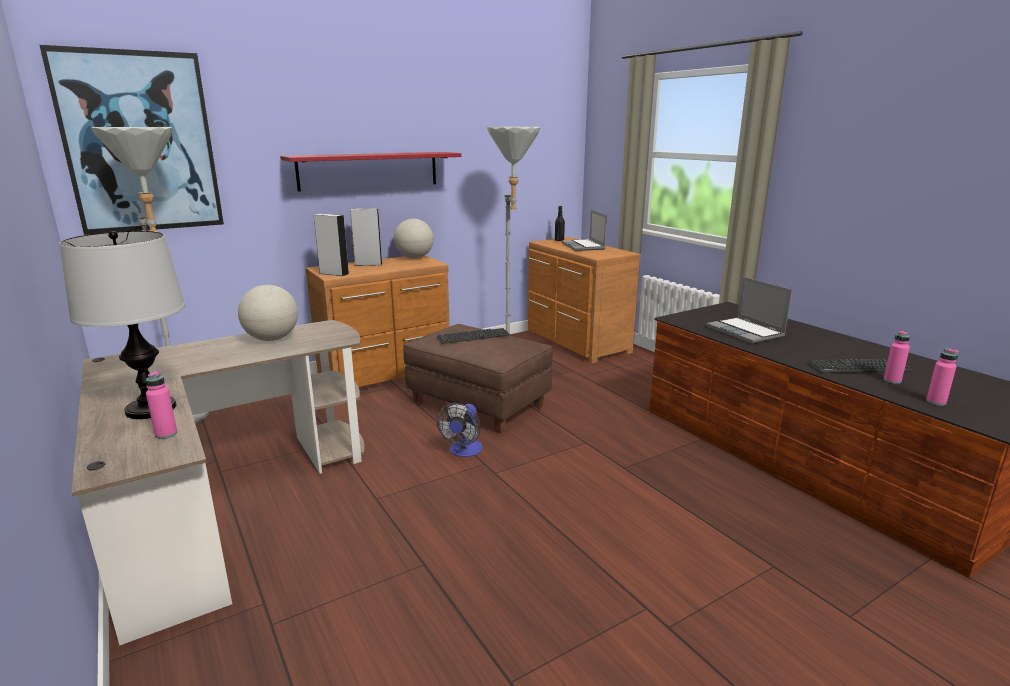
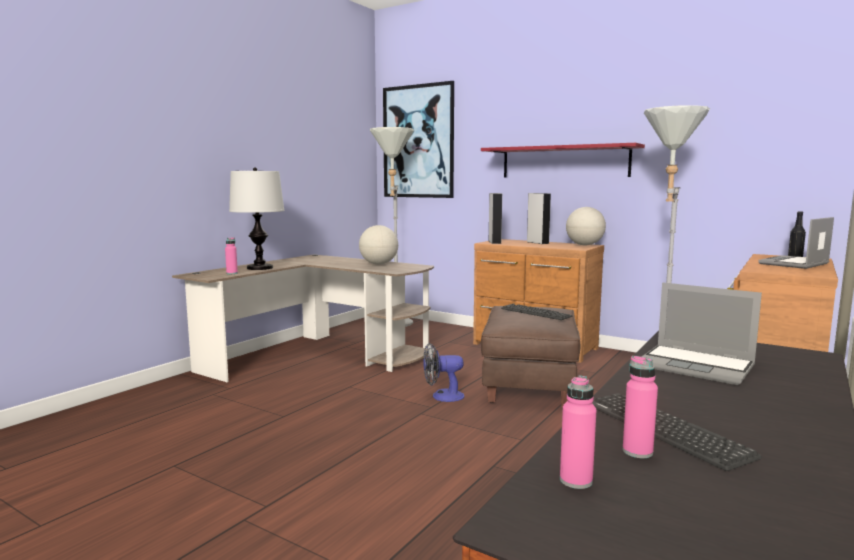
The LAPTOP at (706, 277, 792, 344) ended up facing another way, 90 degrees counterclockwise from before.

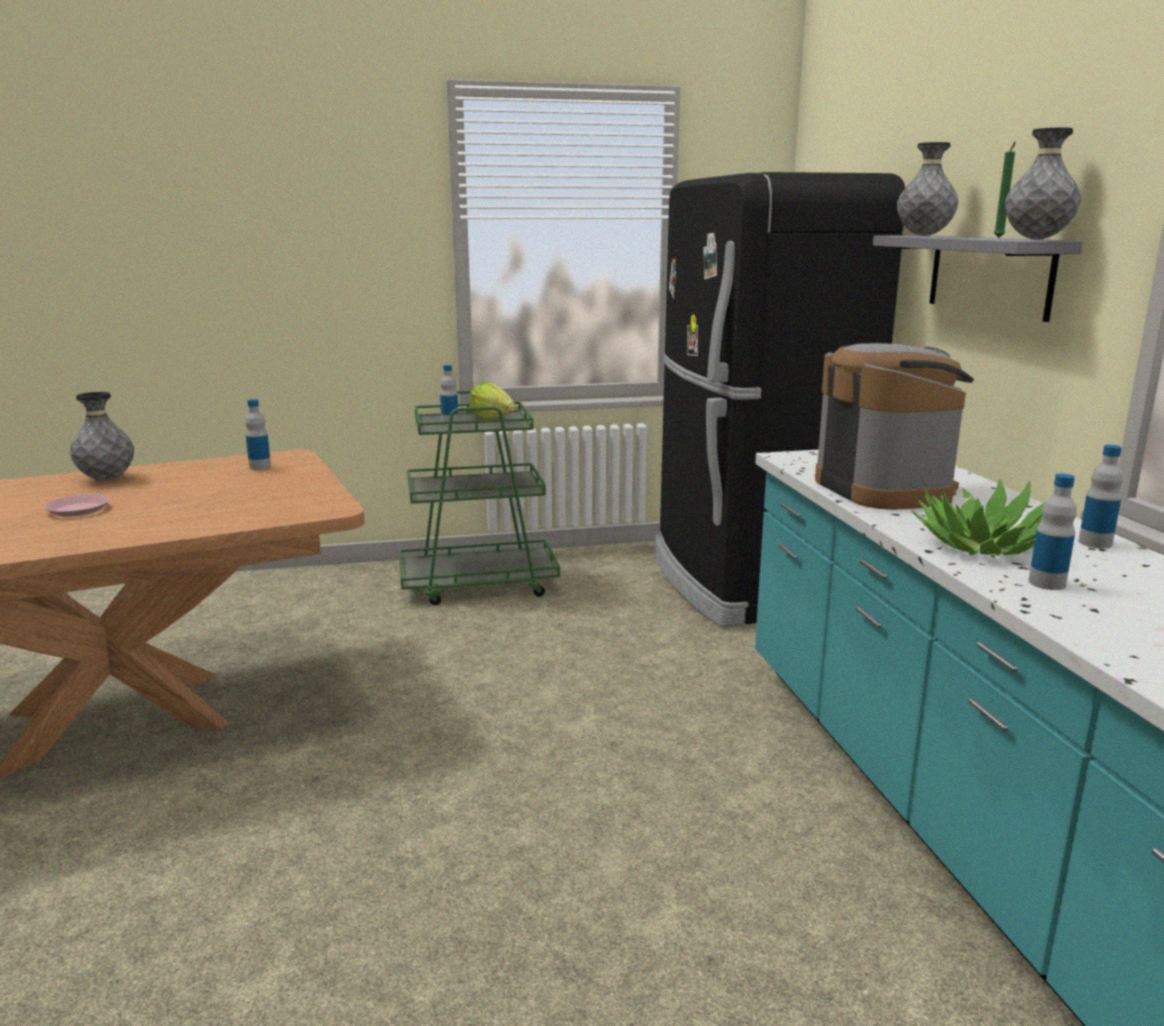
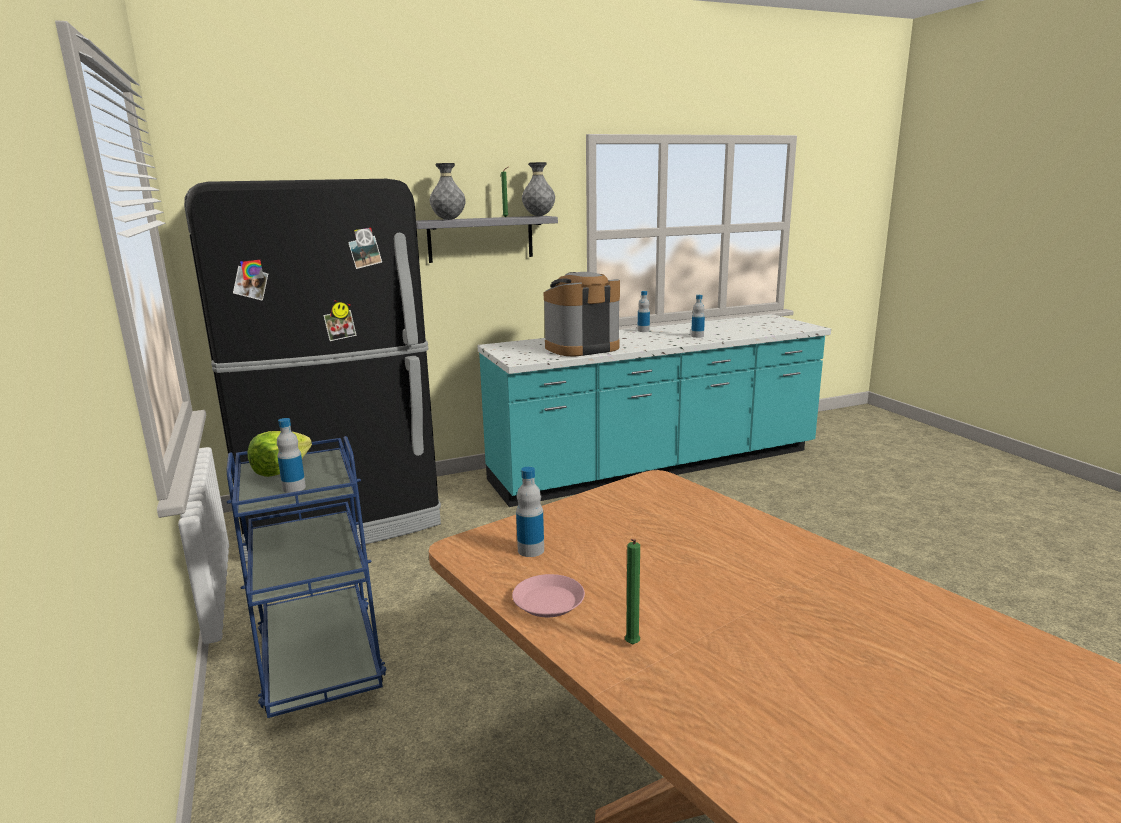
The PINK PLATE ended up elsewhere, having gone from (44, 494, 110, 517) to (512, 574, 585, 617).
Where the GREY VASE stood at (70, 392, 134, 481), the GREEN CANDLE came to stand at (625, 539, 640, 645).
What was the GREEN CART at (399, 390, 560, 605) turned into the BLUE CART at (227, 436, 386, 718).
The second view lost the POTTED PLANT at (911, 479, 1053, 556).

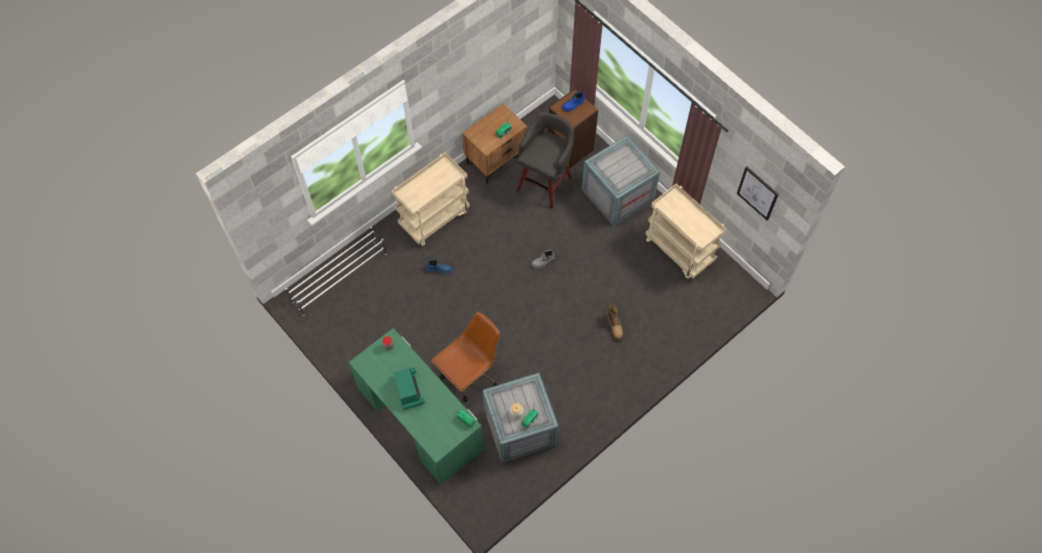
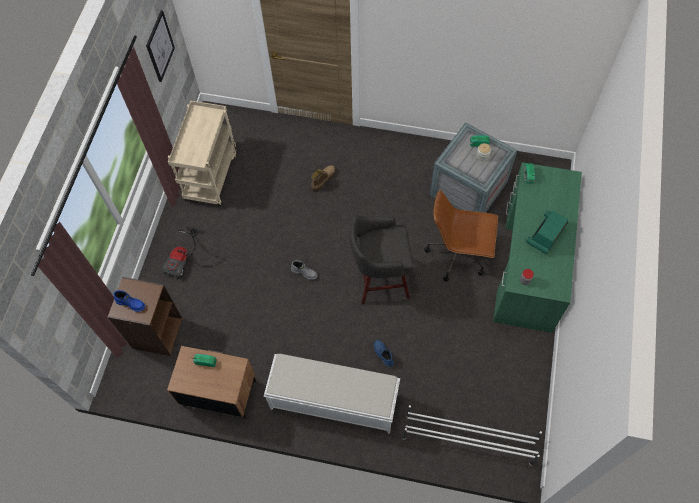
Where the BEIGE CART stood at (392, 152, 470, 248), the WHITE BENCH came to stand at (264, 354, 400, 434).
The GREY STOOL ended up elsewhere, having gone from (516, 112, 574, 209) to (350, 215, 414, 304).
Where the CRATE stood at (582, 135, 660, 226), the VACUUM CLEANER came to stand at (162, 226, 205, 279).

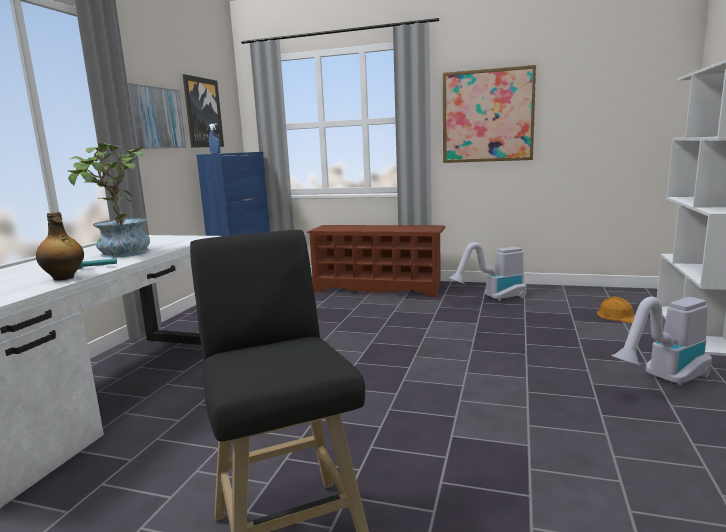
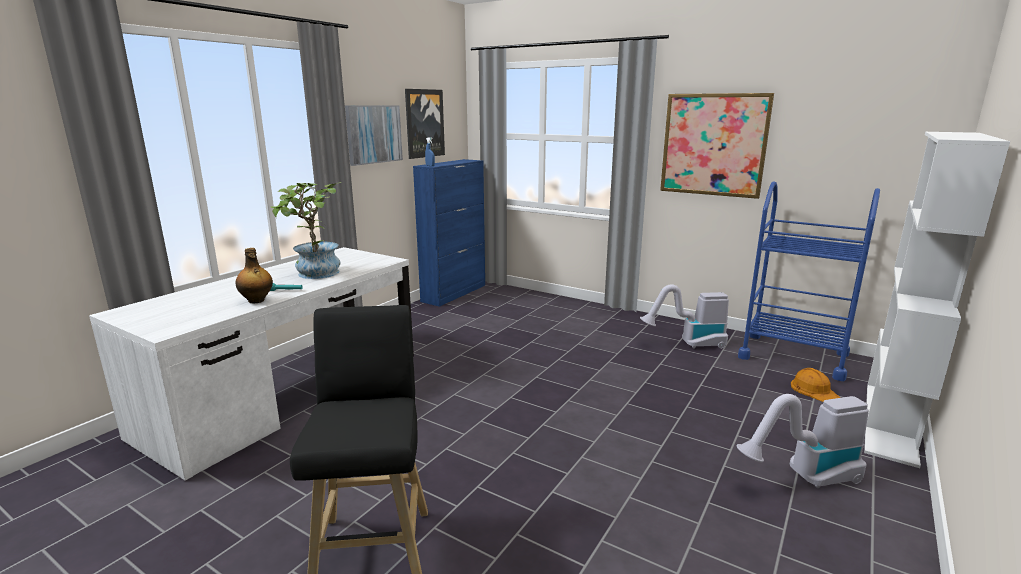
The second view lost the BROWN SHOE RACK at (307, 225, 446, 297).
The second view gained the BLUE CART at (738, 182, 880, 381).

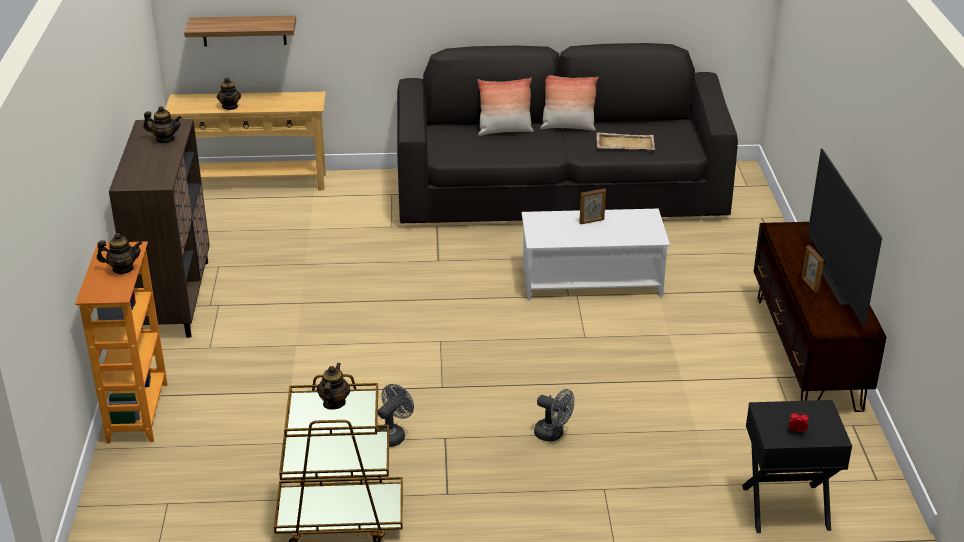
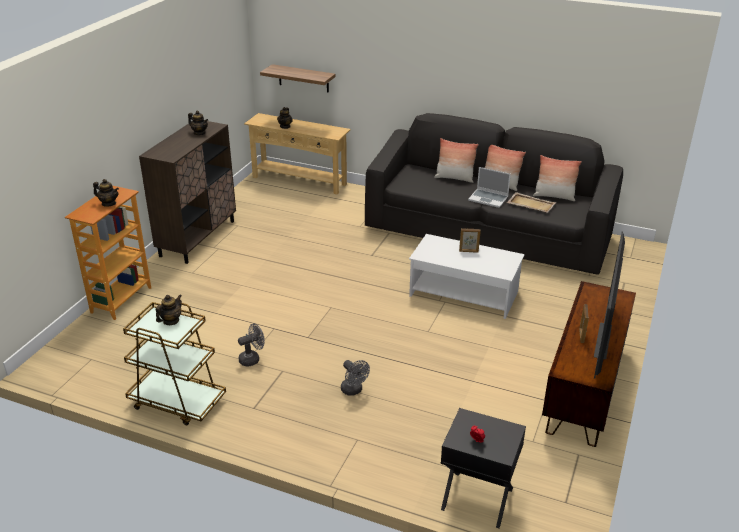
The second view gained the LAPTOP at (468, 167, 511, 208).
The second view gained the PILLOW at (533, 155, 582, 201).

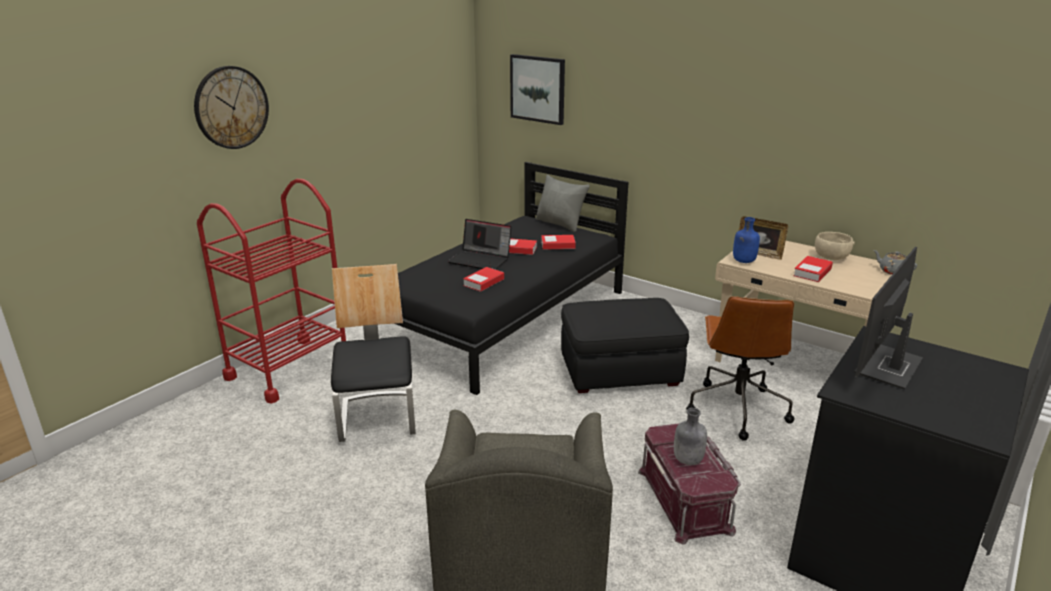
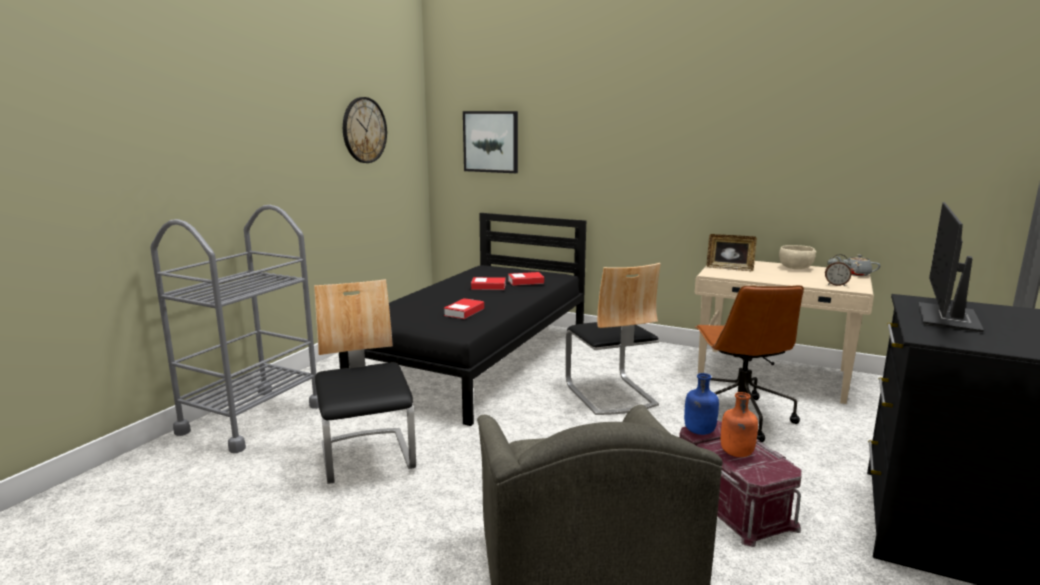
The WALL CLOCK ended up elsewhere, having gone from (194, 66, 269, 149) to (343, 97, 387, 163).
What was the RED CART at (197, 179, 346, 404) turned into the GREY CART at (150, 205, 319, 453).
The second view lost the LAPTOP at (448, 219, 512, 269).
The second view lost the GREY PILLOW at (536, 175, 590, 232).
Where the BLACK OTTOMAN stood at (561, 298, 689, 393), the CHAIR came to stand at (565, 263, 661, 415).
What was the GREY BOTTLE at (674, 408, 707, 465) turned into the ORANGE BOTTLE at (721, 392, 758, 457).
The BLUE BOTTLE ended up elsewhere, having gone from (733, 217, 760, 263) to (684, 373, 719, 435).
The second view lost the BOOK at (793, 256, 833, 282).
The second view gained the ALARM CLOCK at (825, 254, 851, 286).

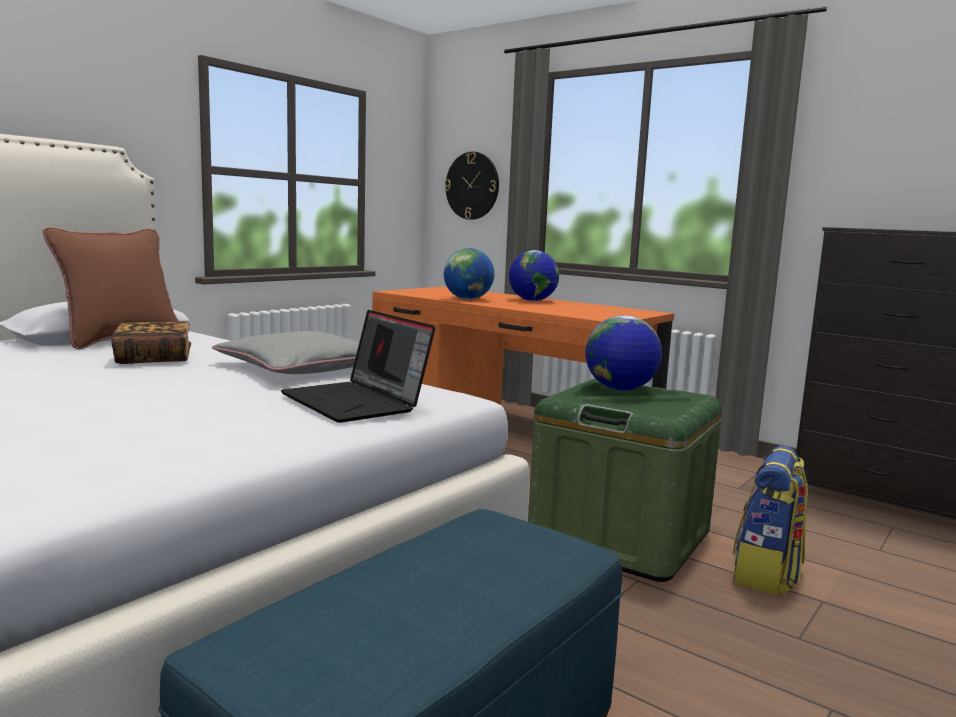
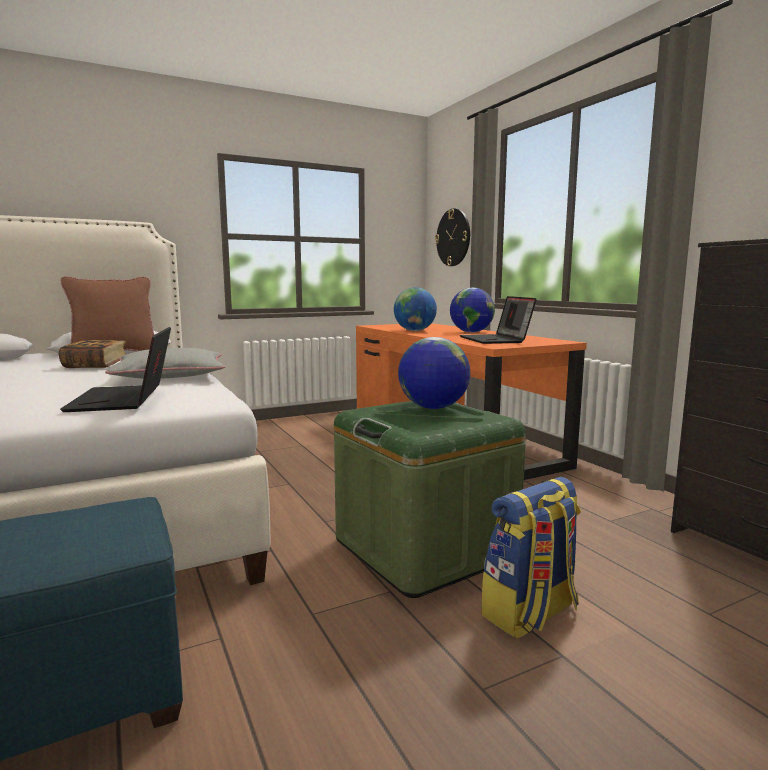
The second view gained the LAPTOP at (460, 296, 537, 344).

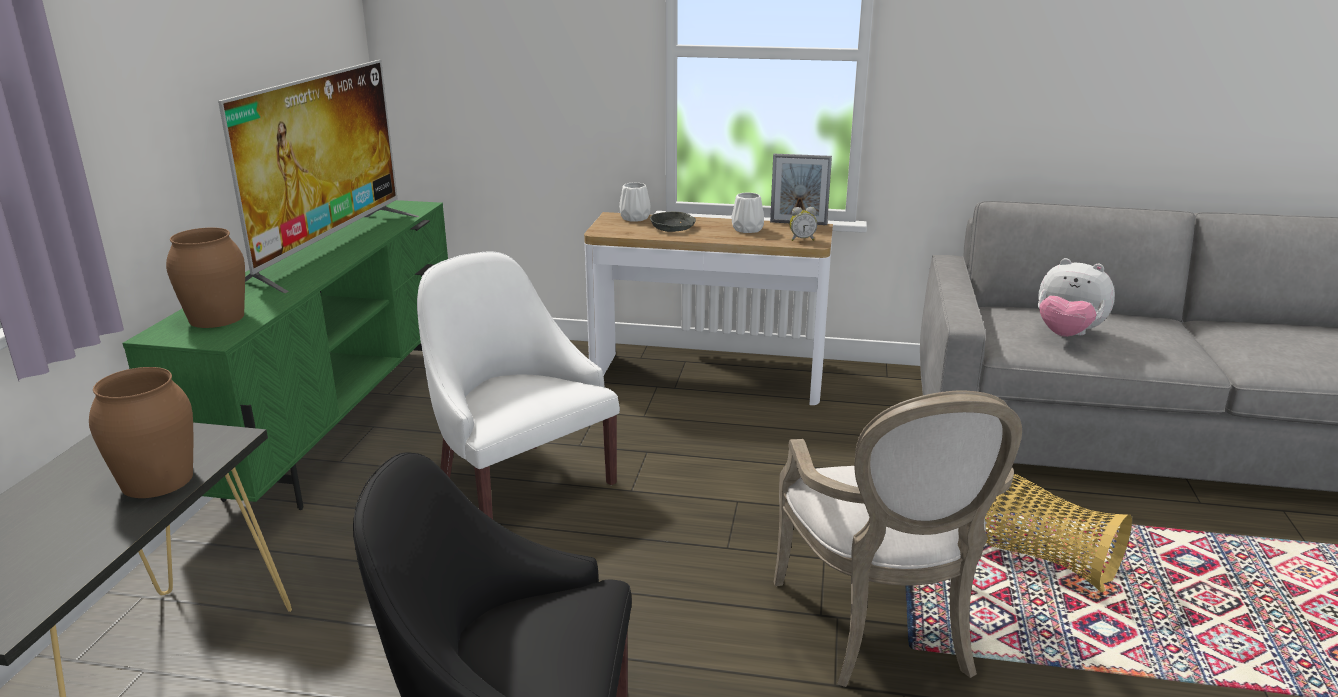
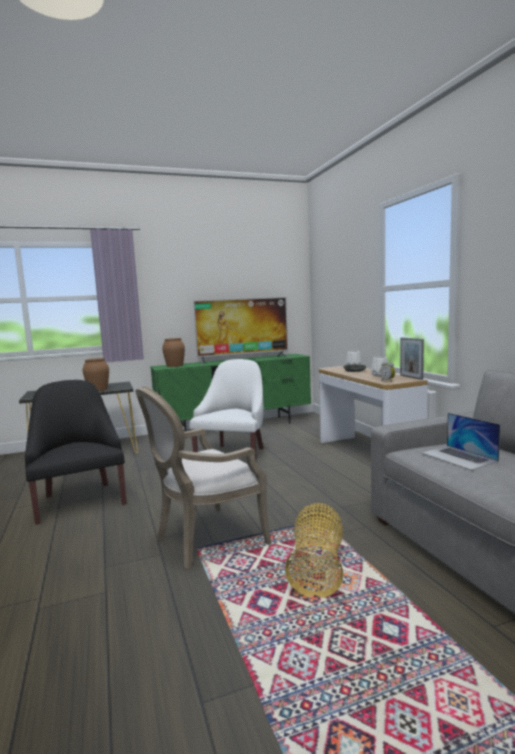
Where the PLUSH TOY stood at (1038, 258, 1115, 337), the LAPTOP came to stand at (422, 413, 500, 470).

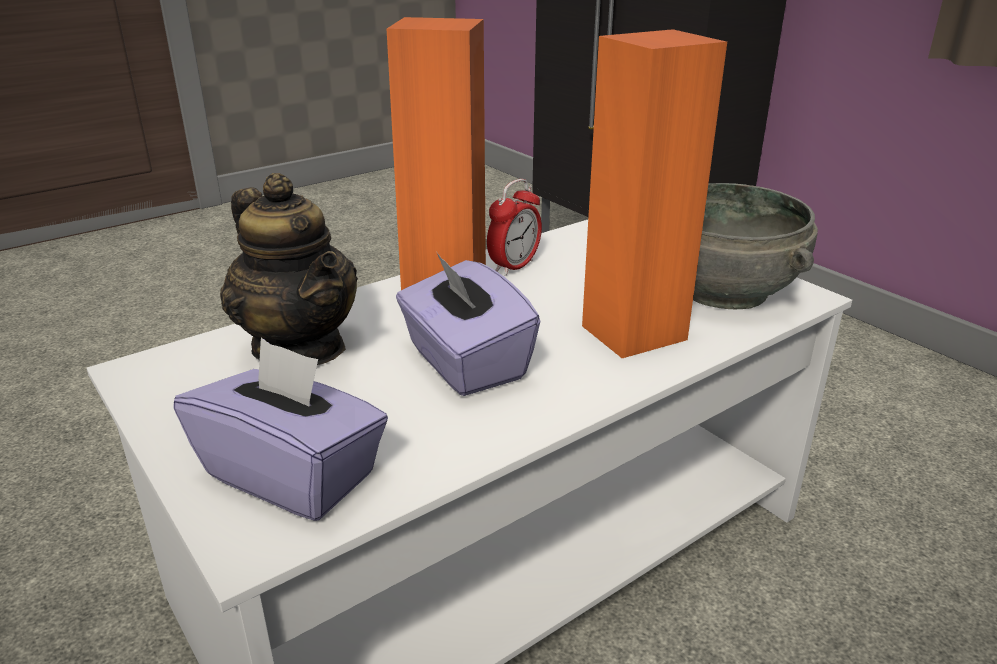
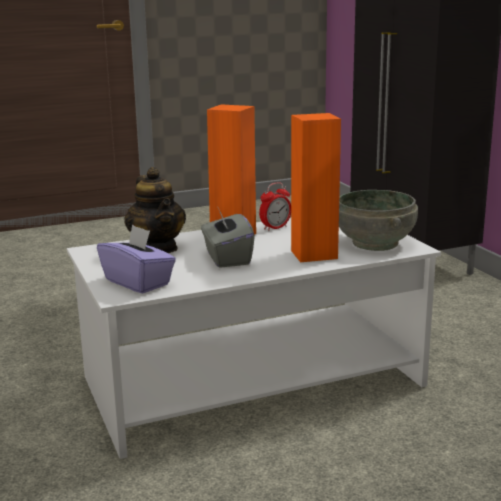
What was the PURPLE TISSUE BOX at (396, 253, 540, 396) turned into the GREY TISSUE BOX at (201, 208, 255, 268).

